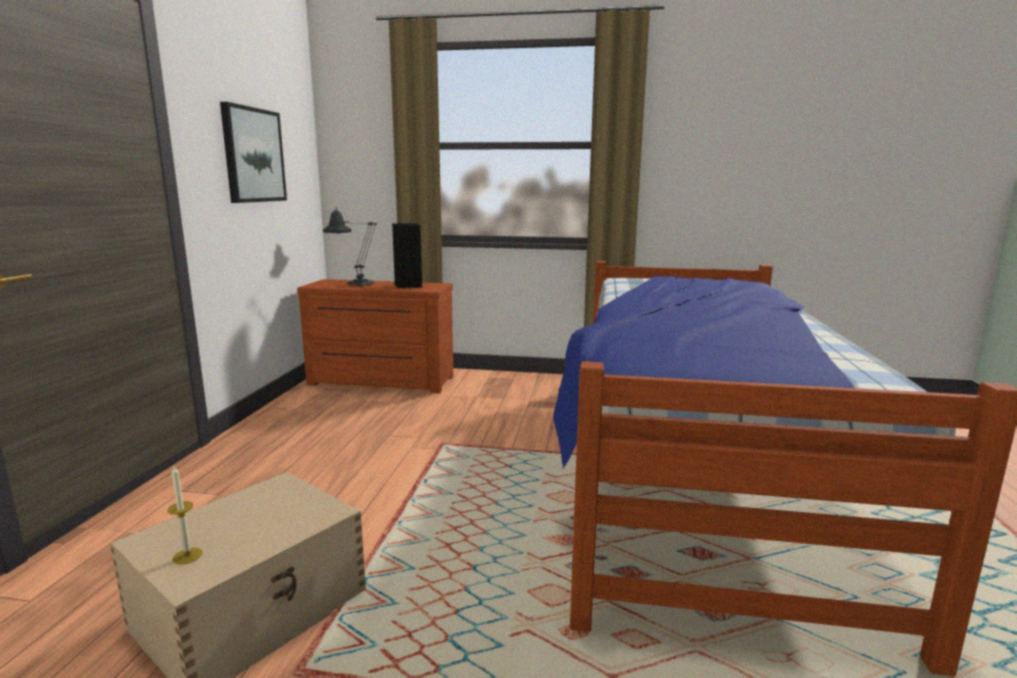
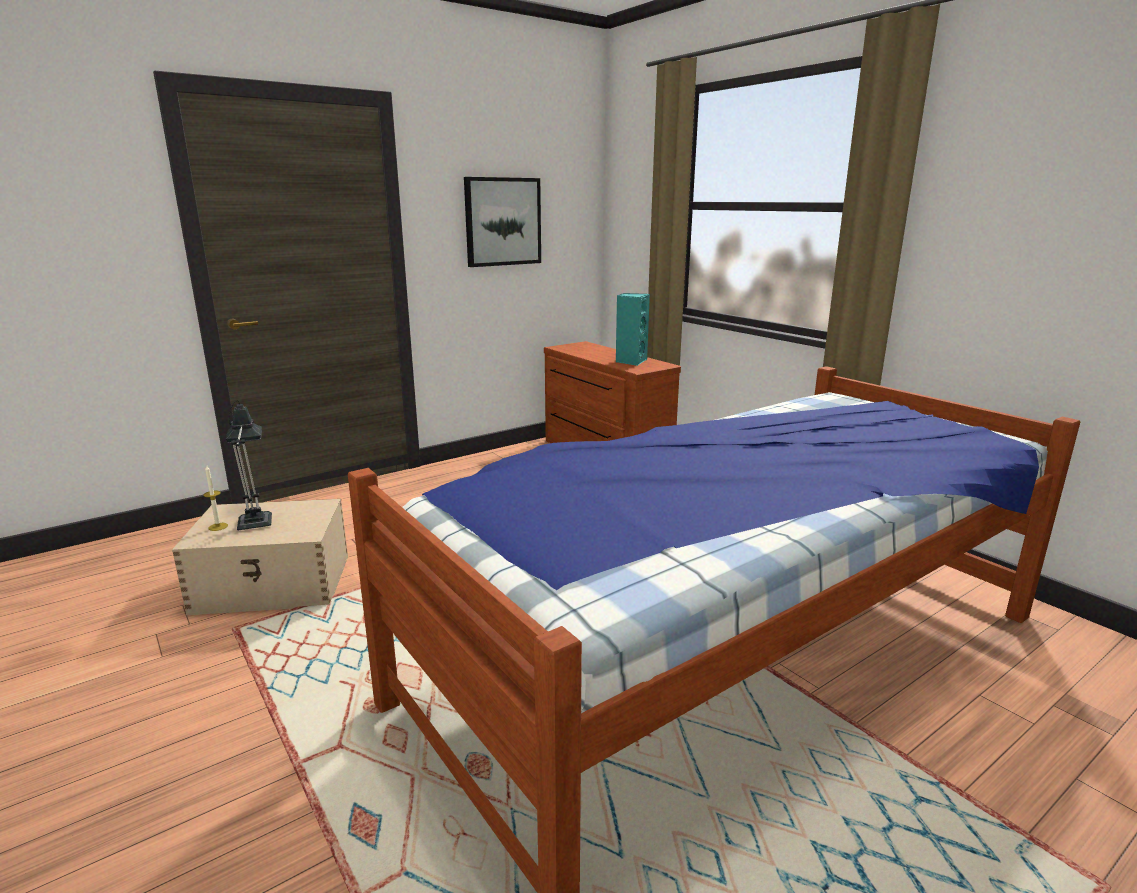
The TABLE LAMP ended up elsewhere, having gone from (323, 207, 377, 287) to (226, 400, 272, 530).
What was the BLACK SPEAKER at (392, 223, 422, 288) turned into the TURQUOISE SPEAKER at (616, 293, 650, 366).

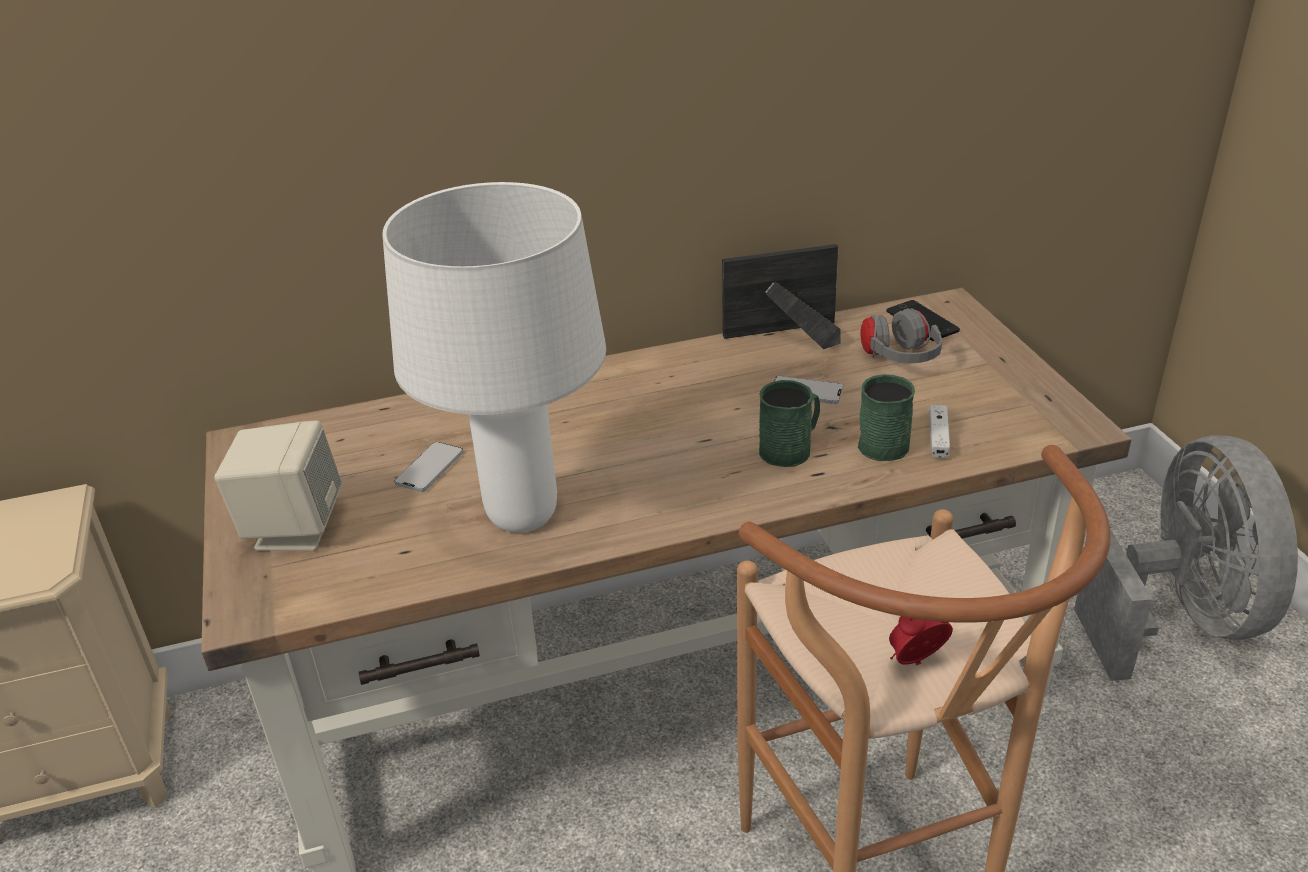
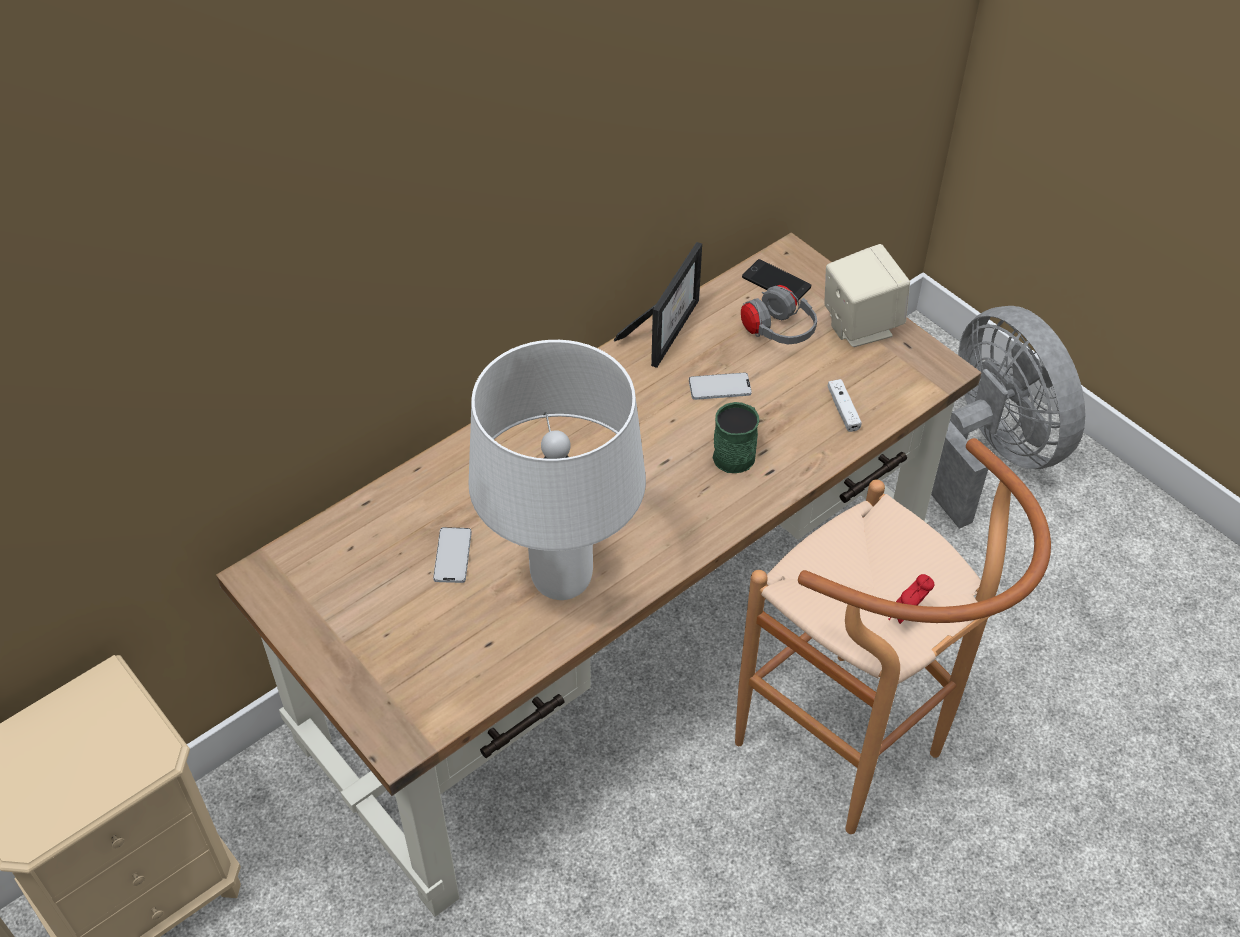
The BEIGE SPEAKER ended up elsewhere, having gone from (214, 421, 342, 551) to (824, 244, 910, 347).
The PICTURE FRAME at (722, 244, 841, 349) ended up facing another way, 150 degrees clockwise from before.
The second view lost the GREEN MUG at (858, 374, 915, 461).

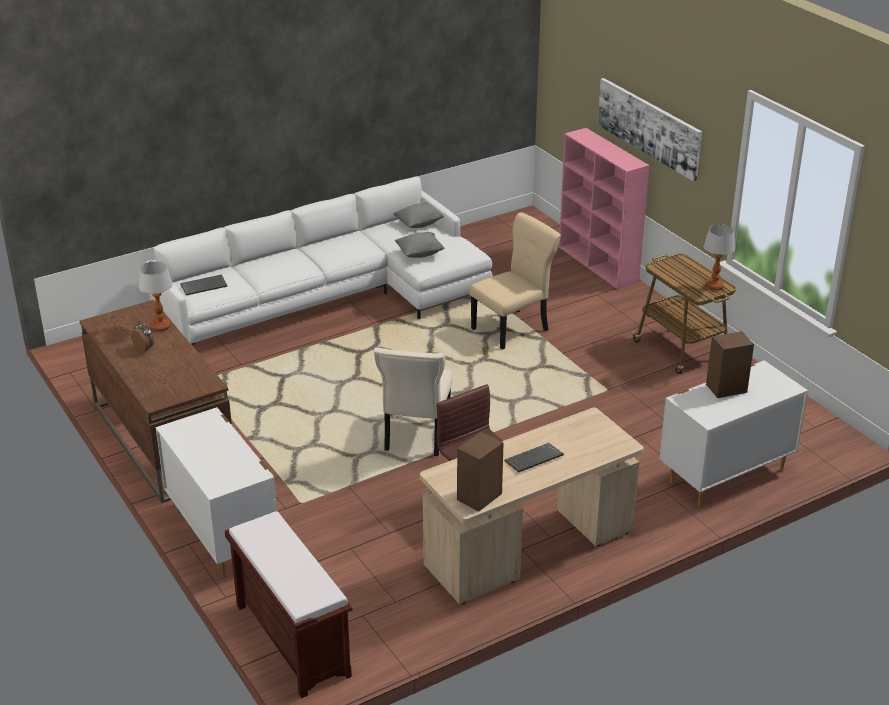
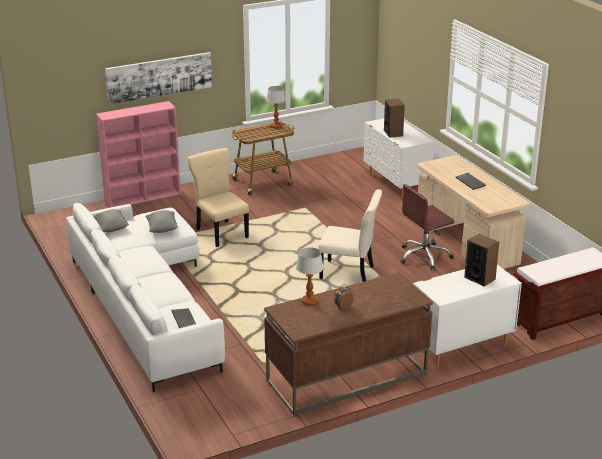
The SPEAKER ended up elsewhere, having gone from (457, 432, 504, 511) to (464, 234, 499, 286).

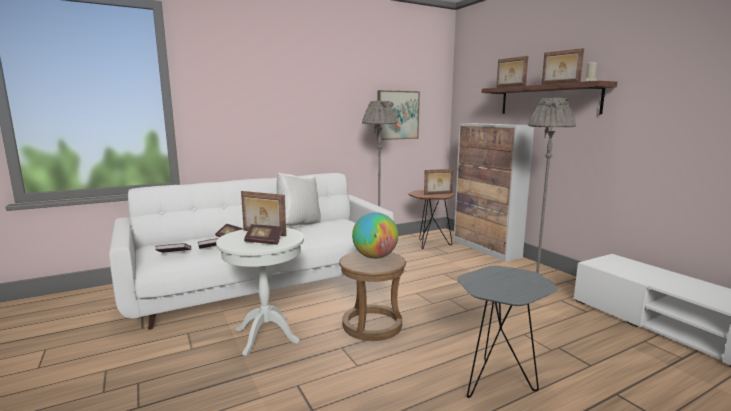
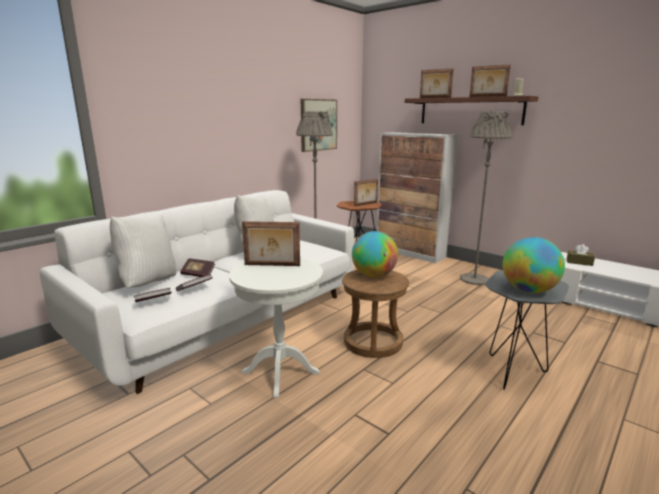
The second view lost the BOOK at (244, 224, 283, 245).
The second view gained the WHITE PILLOW at (110, 214, 176, 288).
The second view gained the GLOBE at (503, 237, 565, 293).
The second view gained the BROWN TISSUE BOX at (567, 244, 595, 266).

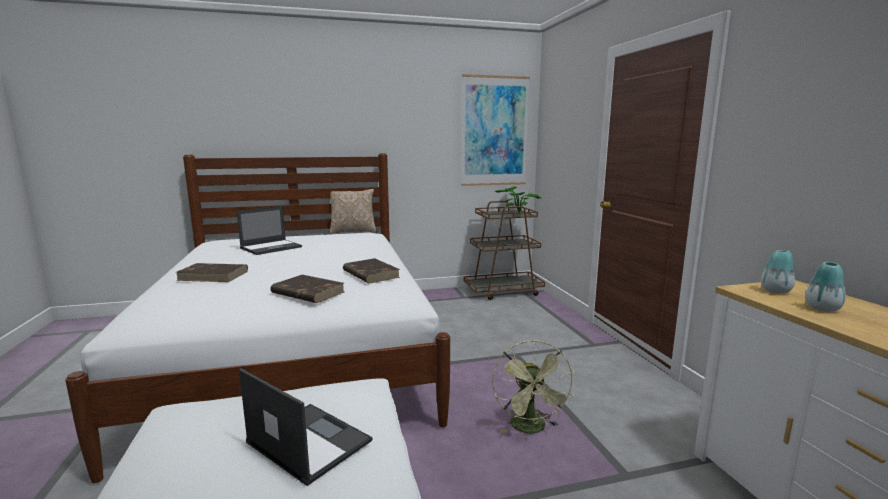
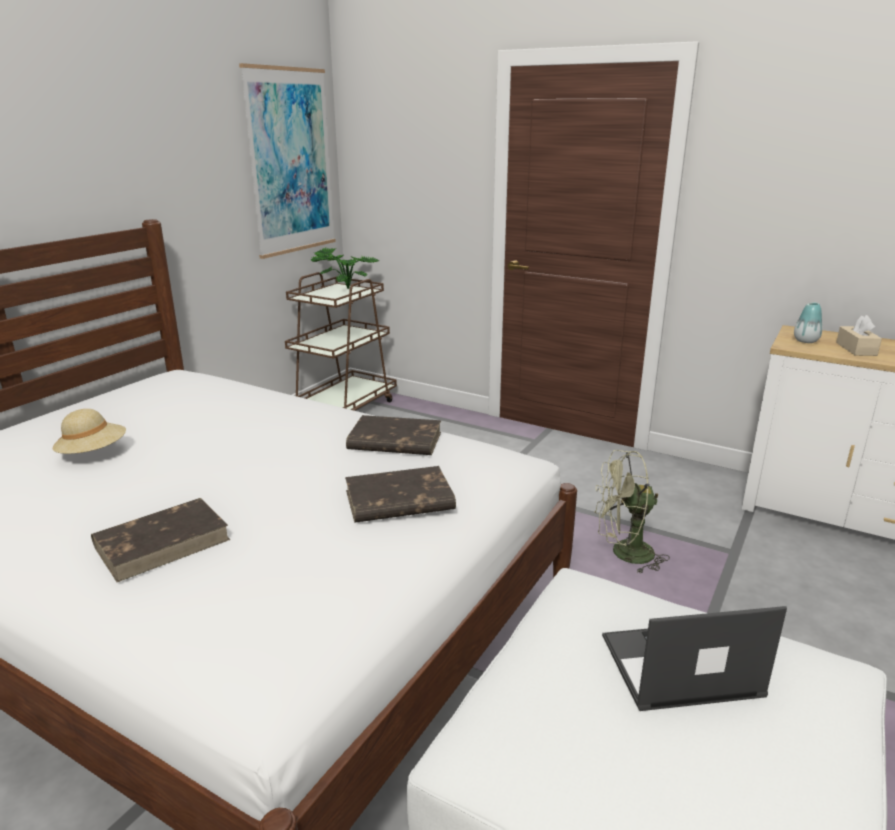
Where the LAPTOP stood at (237, 206, 302, 255), the BEIGE HAT came to stand at (53, 409, 126, 454).
The second view lost the PILLOW at (329, 189, 377, 234).
The GREEN FAN at (492, 340, 575, 434) ended up facing another way, 135 degrees clockwise from before.
Where the VASE stood at (805, 262, 846, 312), the BEIGE TISSUE BOX came to stand at (836, 315, 882, 356).

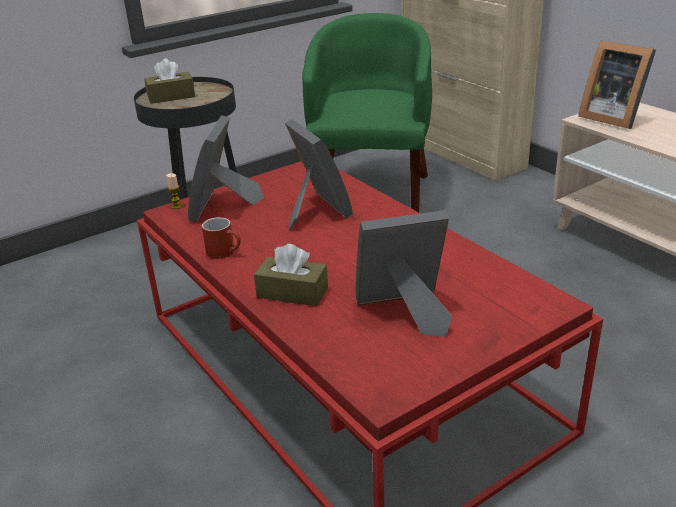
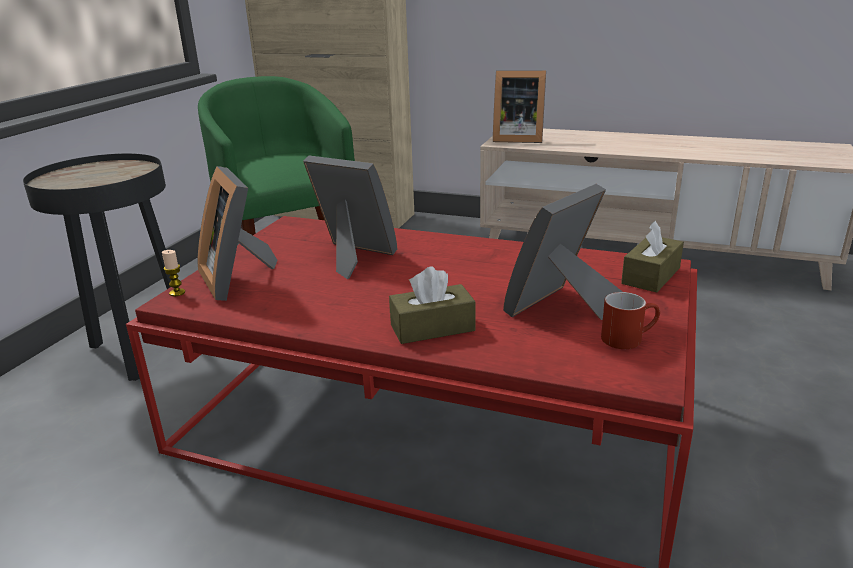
The BROWN TISSUE BOX ended up elsewhere, having gone from (144, 59, 195, 104) to (621, 220, 684, 293).
The RED MUG ended up elsewhere, having gone from (202, 217, 241, 259) to (601, 292, 660, 349).

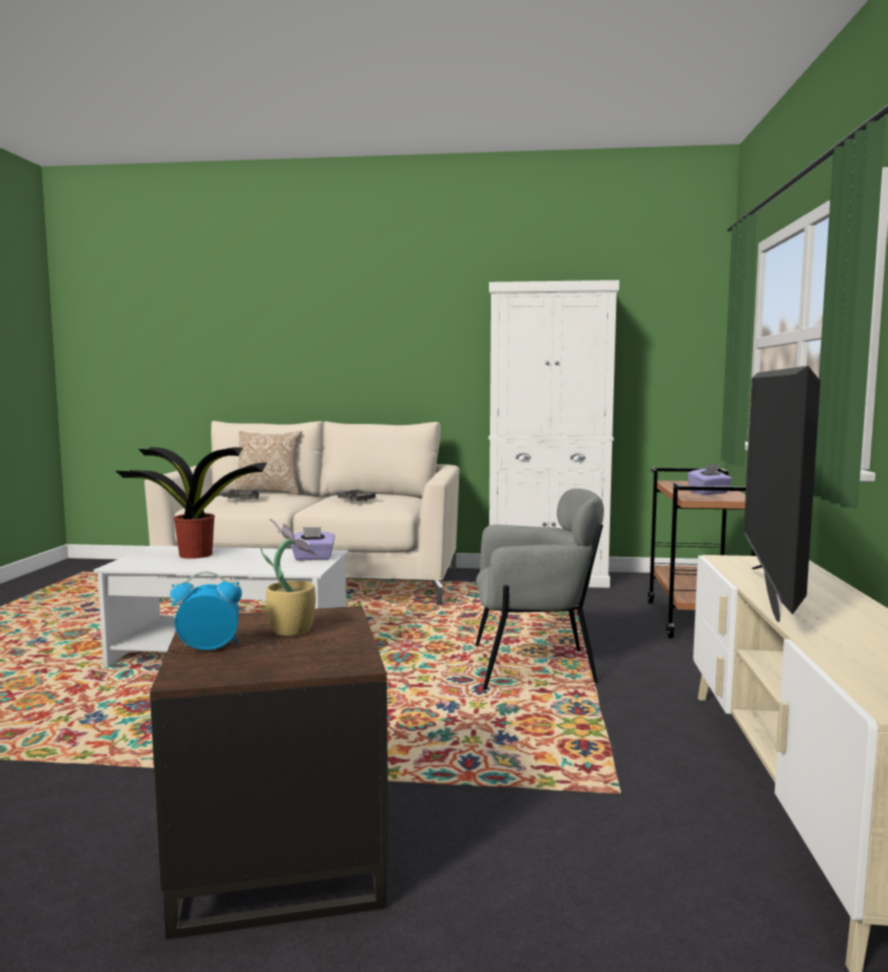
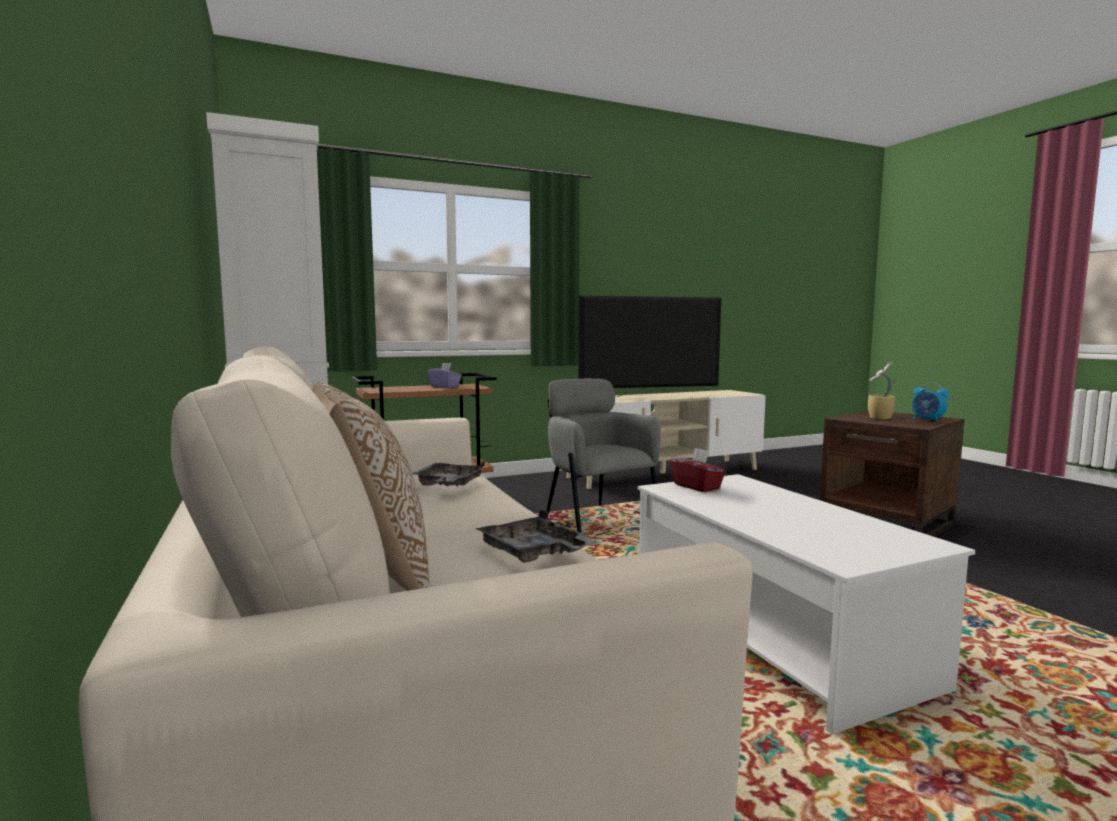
The second view lost the POTTED PLANT at (116, 447, 267, 559).
What was the PURPLE TISSUE BOX at (291, 527, 335, 561) turned into the RED TISSUE BOX at (670, 448, 726, 492).

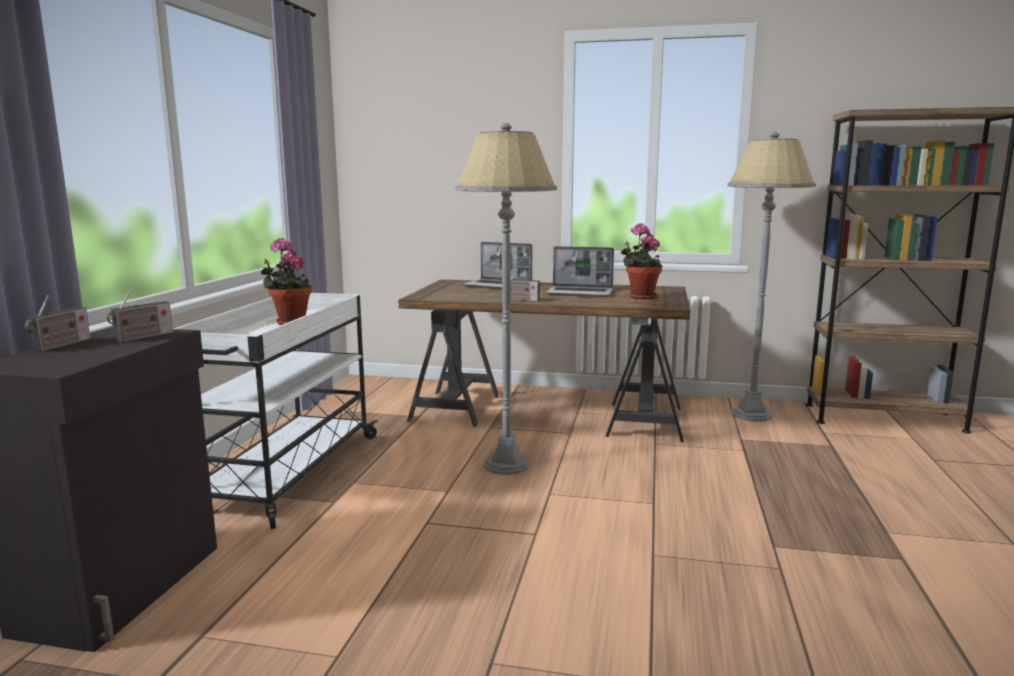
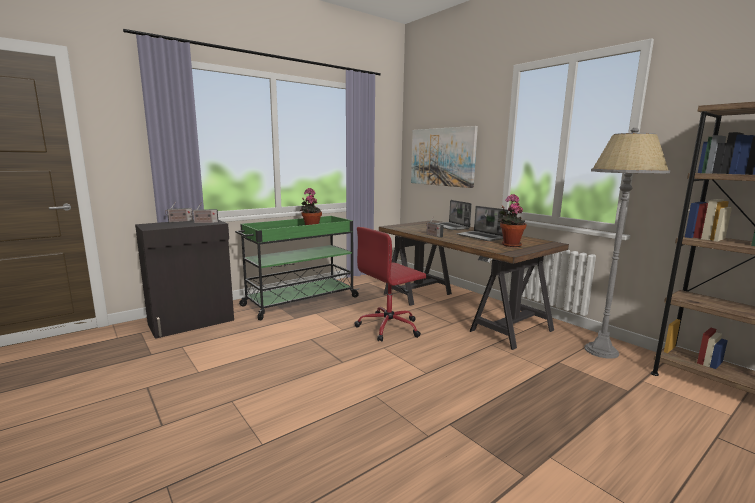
What was the WHITE CART at (174, 293, 379, 529) turned into the GREEN CART at (235, 216, 360, 320).
Where the GREY FLOOR LAMP stood at (455, 123, 557, 475), the RED OFFICE CHAIR came to stand at (354, 227, 426, 342).
The second view gained the PICTURE at (411, 126, 478, 188).

